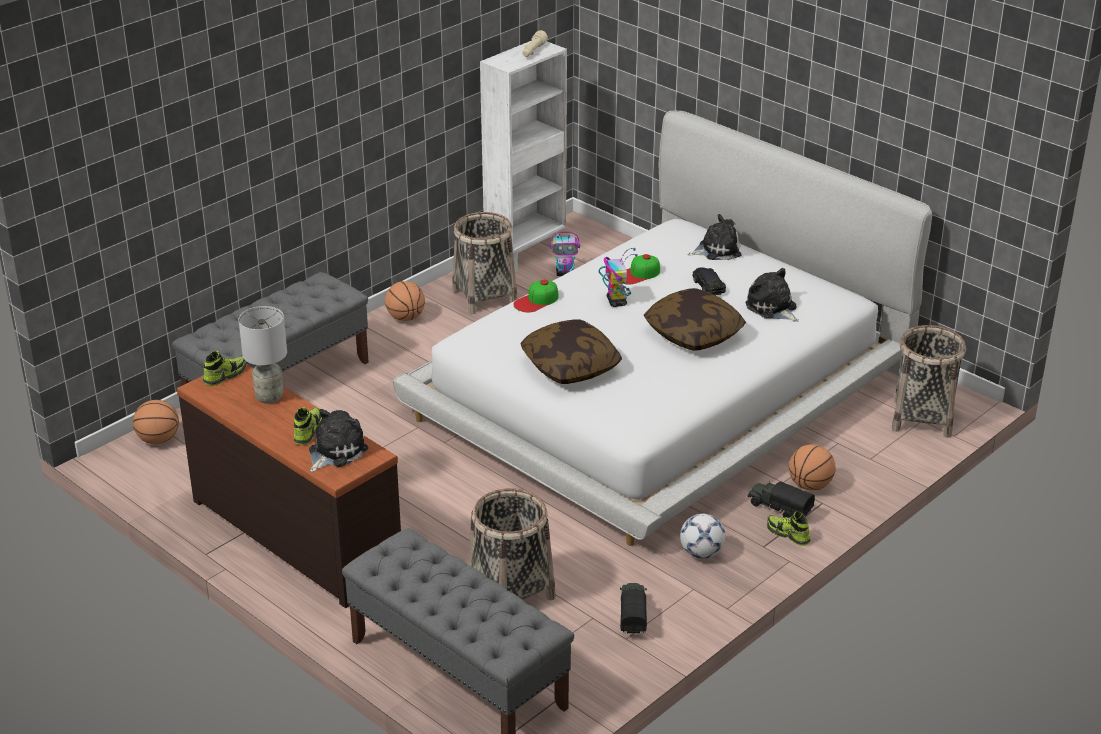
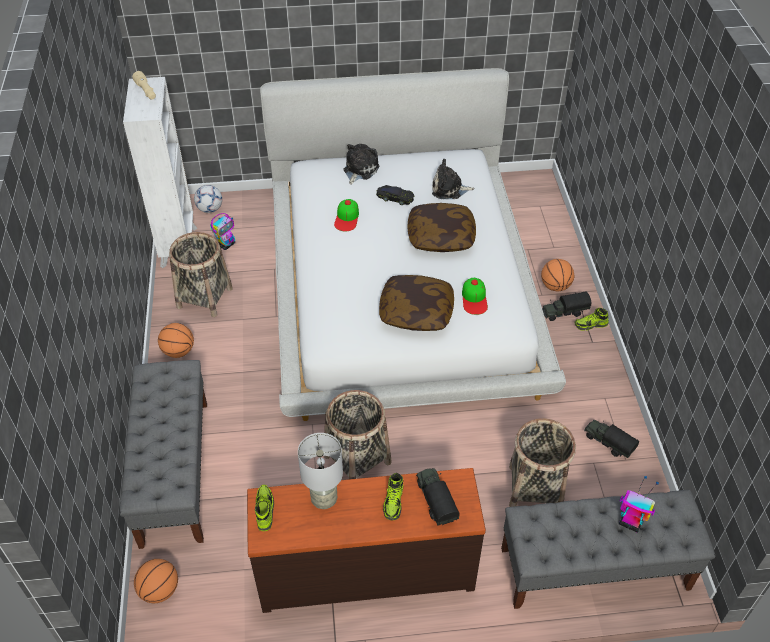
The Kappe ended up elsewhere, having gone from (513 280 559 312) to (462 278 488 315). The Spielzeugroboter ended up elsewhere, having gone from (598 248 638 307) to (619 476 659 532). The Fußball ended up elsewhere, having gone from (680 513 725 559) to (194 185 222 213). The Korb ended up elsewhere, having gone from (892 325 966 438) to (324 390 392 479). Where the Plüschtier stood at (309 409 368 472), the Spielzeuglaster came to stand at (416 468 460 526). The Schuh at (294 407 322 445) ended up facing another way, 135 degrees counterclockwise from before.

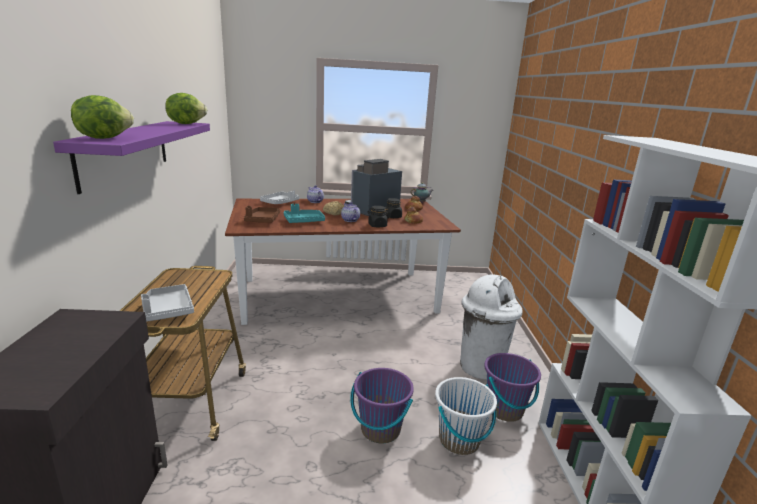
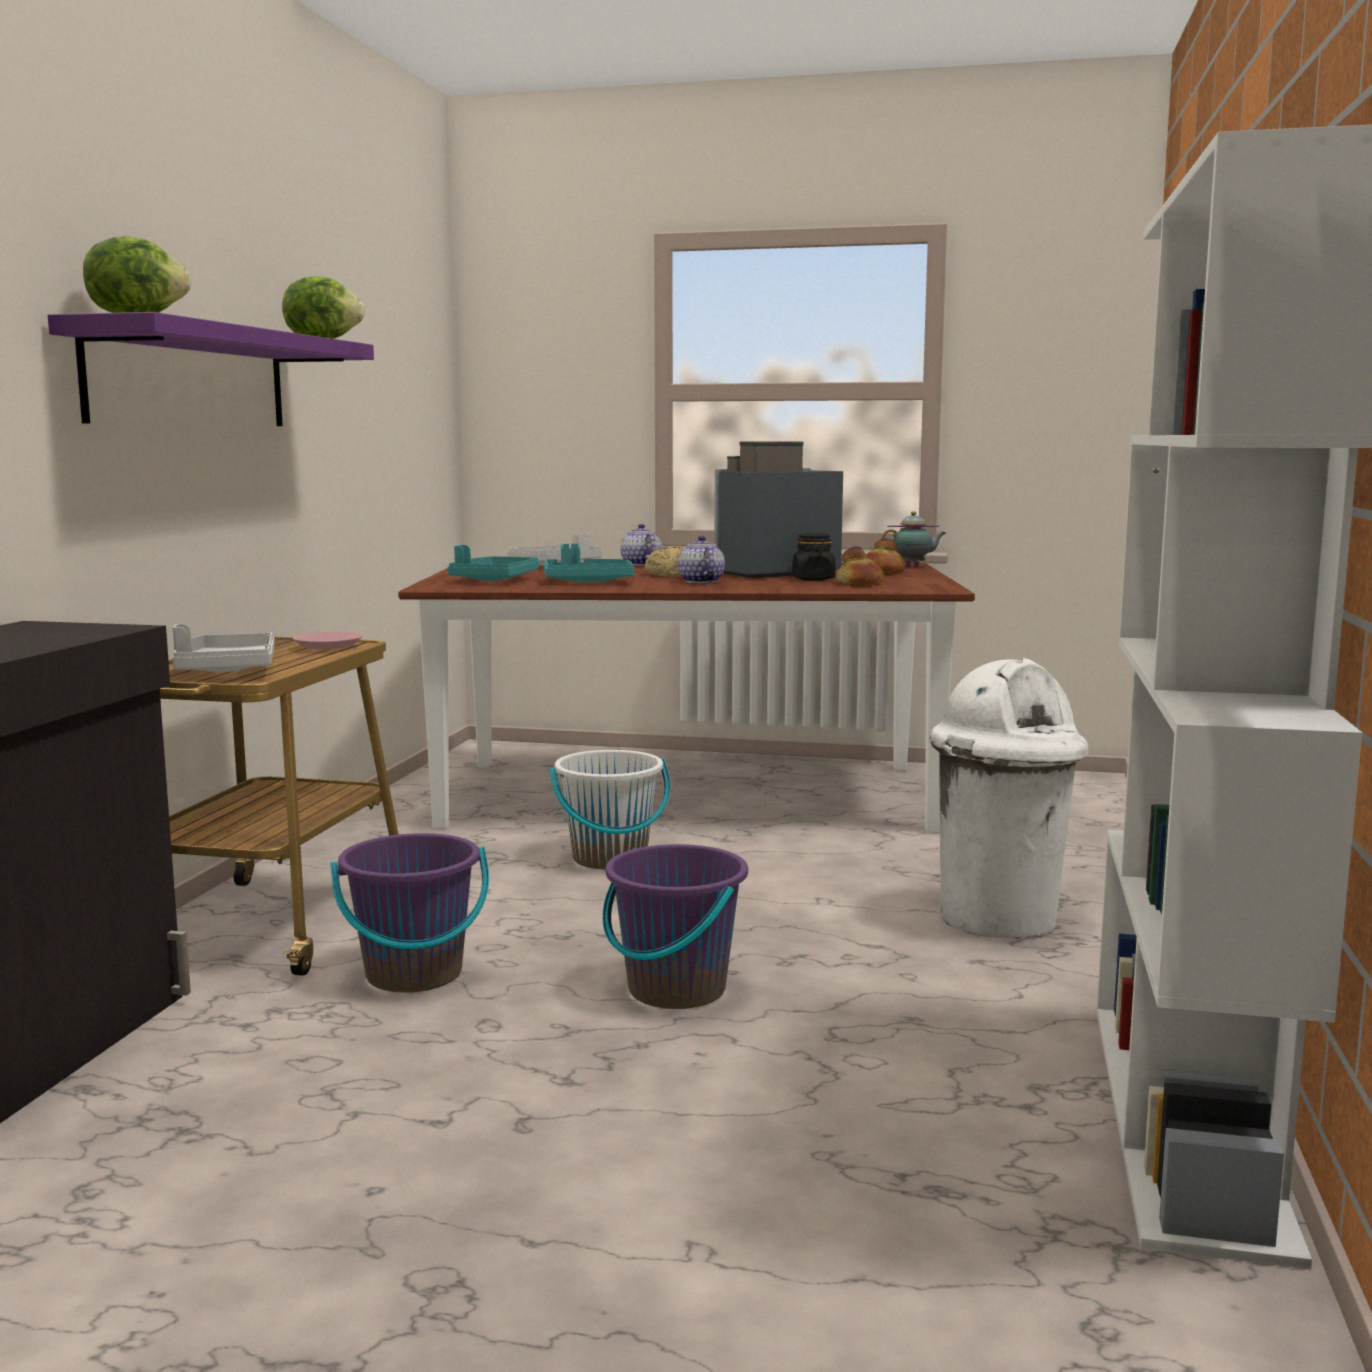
The second view lost the Vorratsglas (schwarz) at (367 206 389 227). The second view gained the Teller (rosa) at (293 631 363 649). The Eimer (weiß) ended up elsewhere, having gone from (435 377 497 455) to (550 750 670 870). The Eimer (lila) ended up elsewhere, having gone from (484 353 541 422) to (330 833 489 993). What was the Tablett (braun) at (244 206 280 223) turned into the Tablett (türkis) at (448 545 539 581).

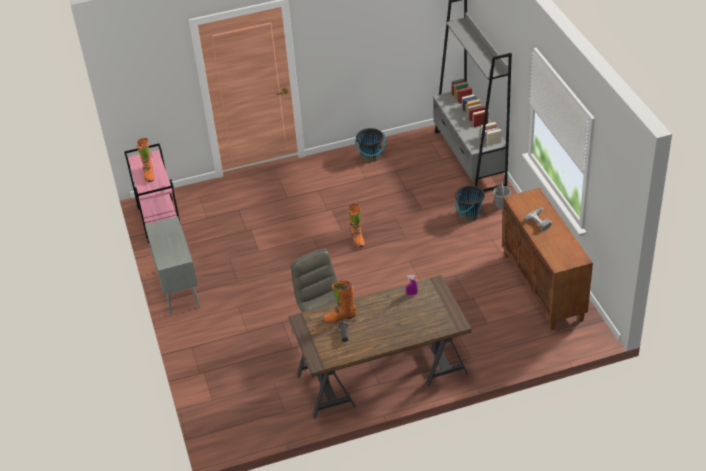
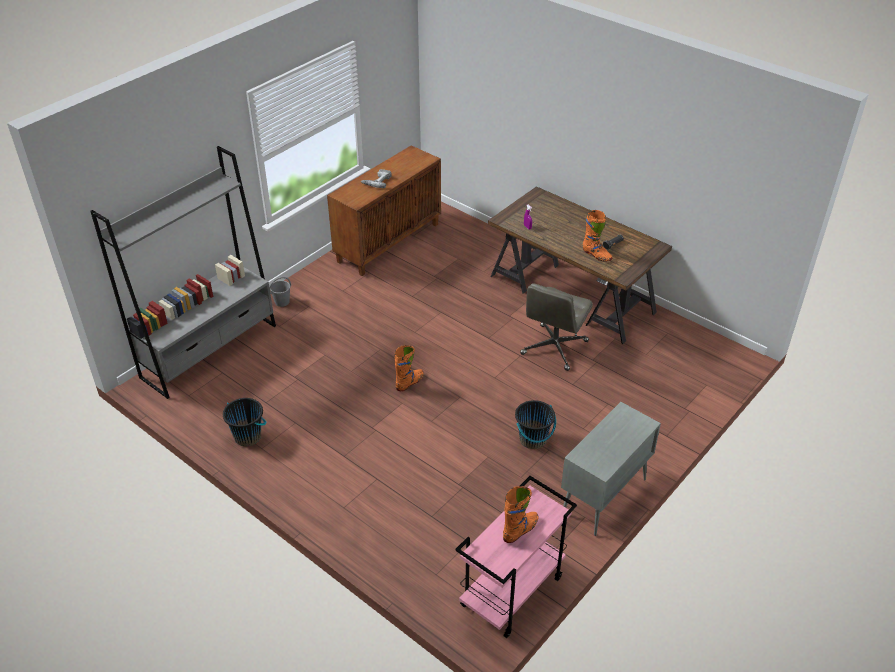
The Eimer (schwarz) ended up elsewhere, having gone from (455 185 485 222) to (515 400 556 449).

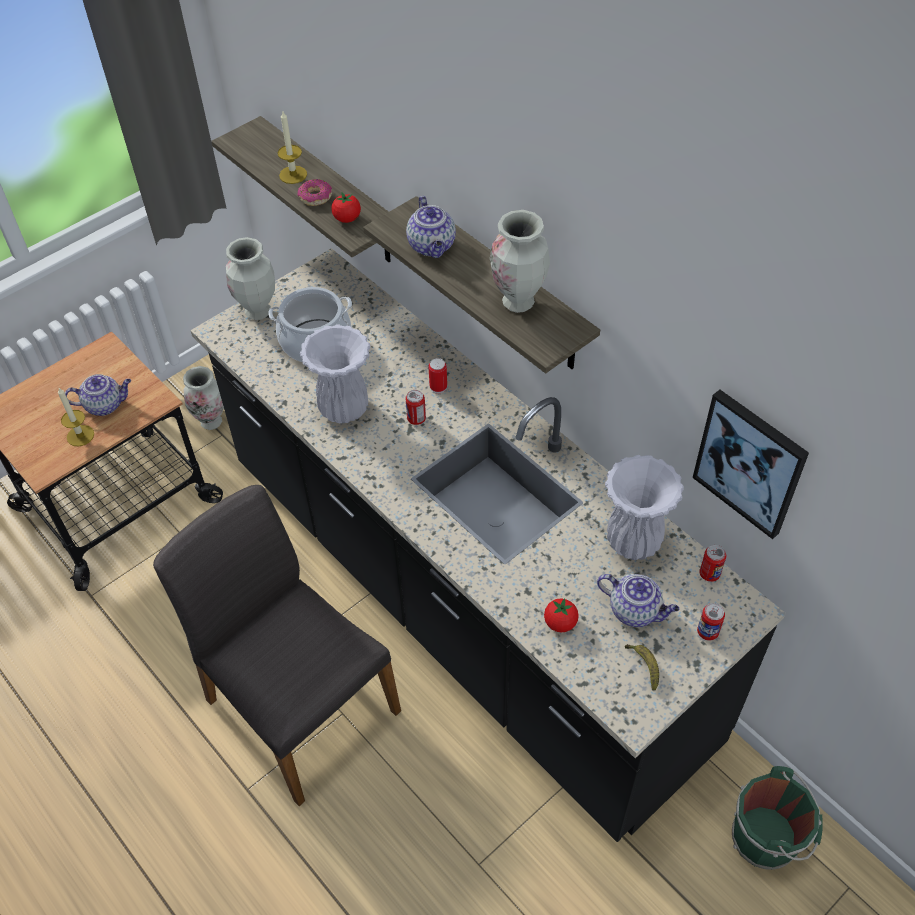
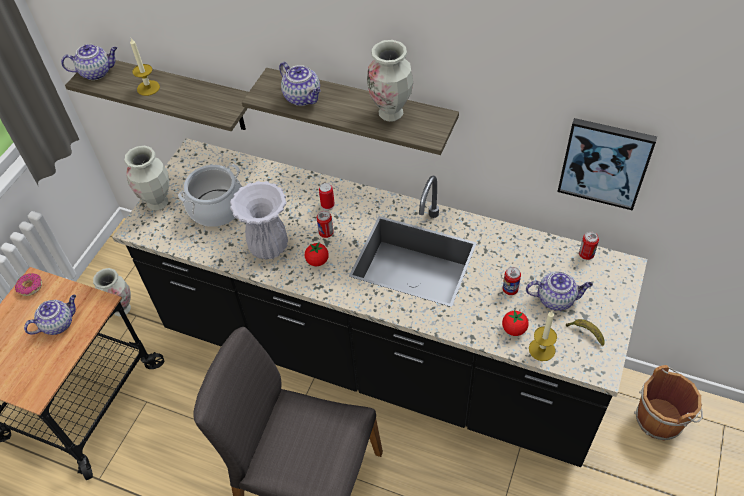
The second view lost the Vase (weiß) at (605 455 684 560). The second view gained the Teekanne at (61 44 117 80). The Kerze ended up elsewhere, having gone from (58 388 94 446) to (529 311 557 361). The Donut ended up elsewhere, having gone from (298 179 332 206) to (15 273 42 296). The Tomate ended up elsewhere, having gone from (331 193 361 223) to (305 242 329 266). The Dose ended up elsewhere, having gone from (697 603 725 641) to (503 267 521 295). What was the Eimer (grün) at (732 766 823 870) turned into the Eimer (braun) at (634 365 703 441).

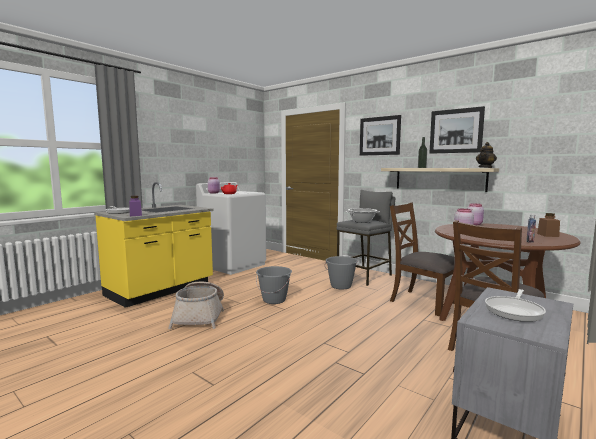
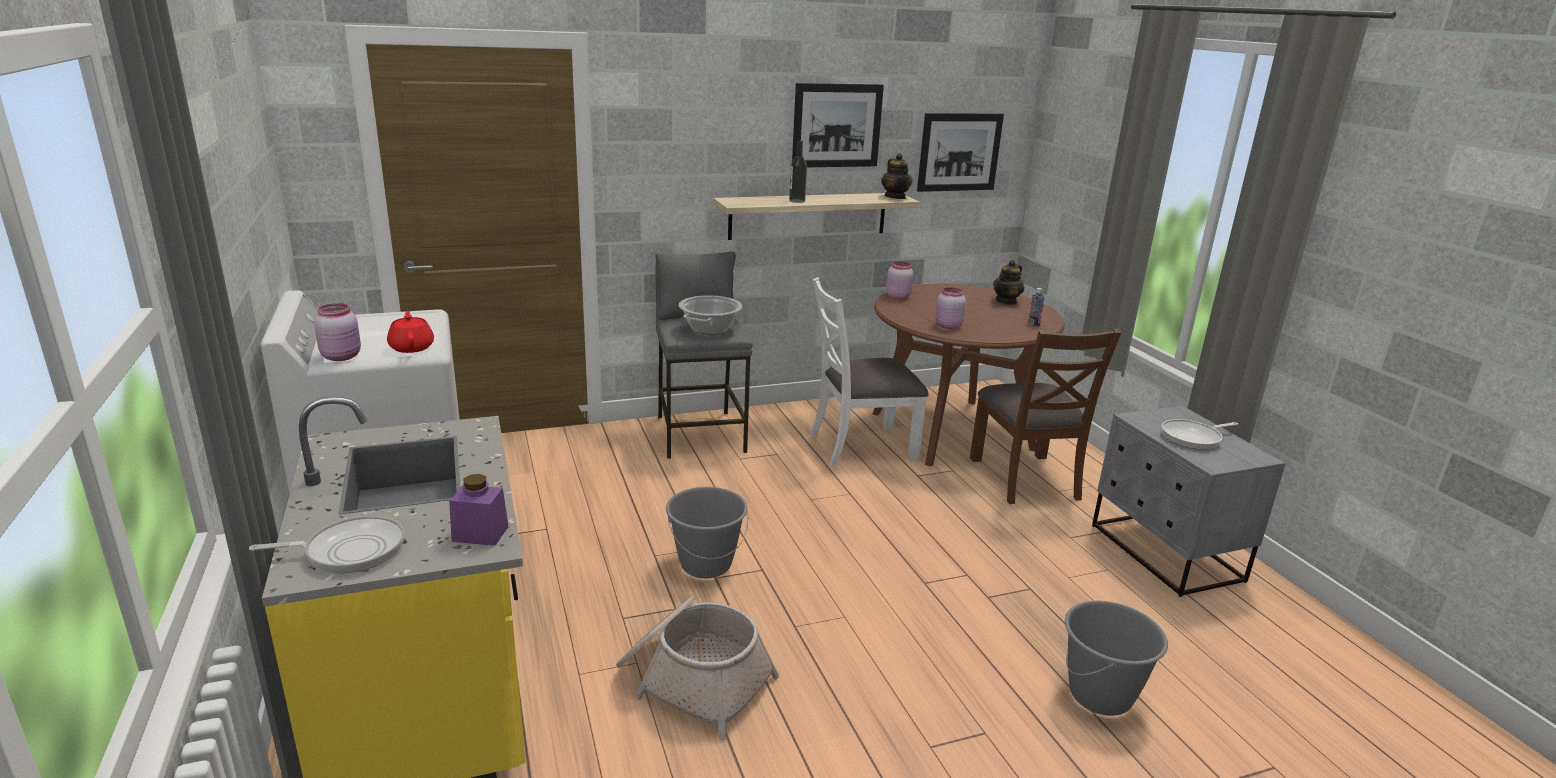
The Eimer (grau) ended up elsewhere, having gone from (325 256 358 289) to (1065 601 1168 716). The Bild ended up elsewhere, having gone from (360 115 401 156) to (917 113 1004 192). Where the Vorratsglas (braun) stood at (537 213 560 237), the Teekanne came to stand at (993 260 1024 305). What was the Stuhl (braun) at (390 202 455 317) turned into the Stuhl (weiß) at (810 277 929 467). The Pfanne at (485 289 546 322) ended up facing another way, 90 degrees clockwise from before.

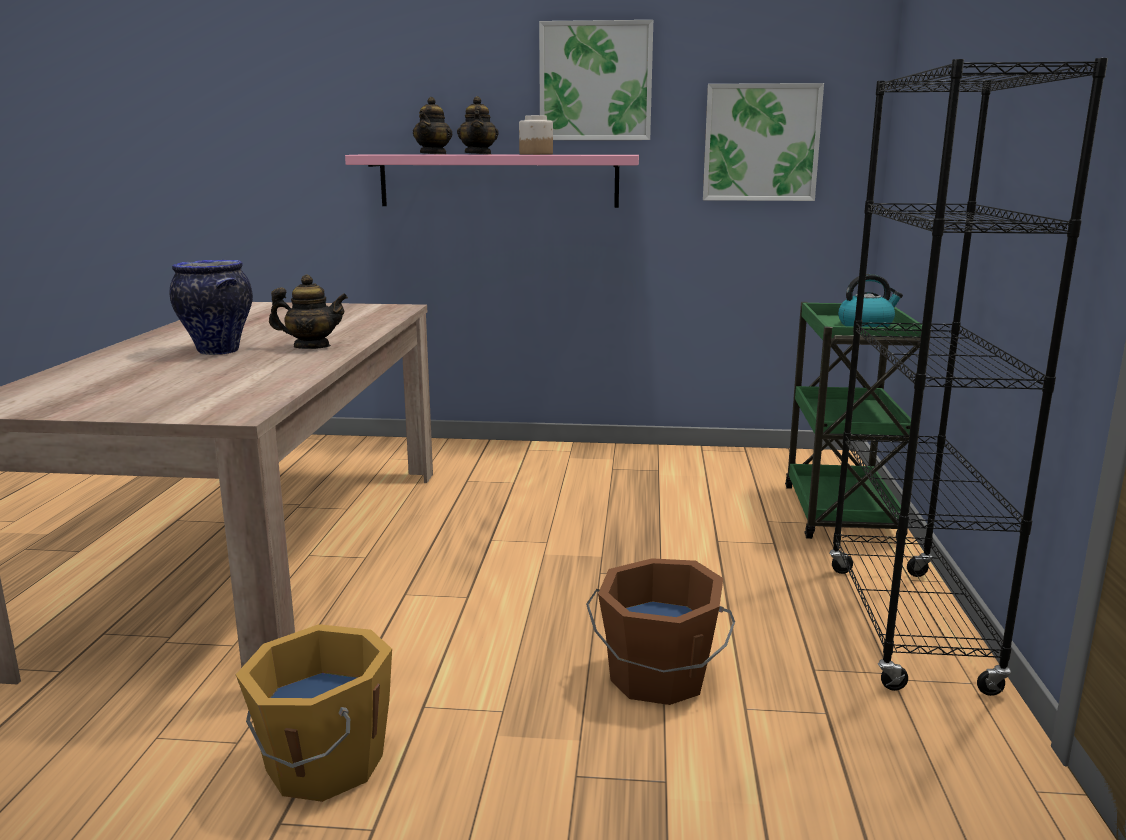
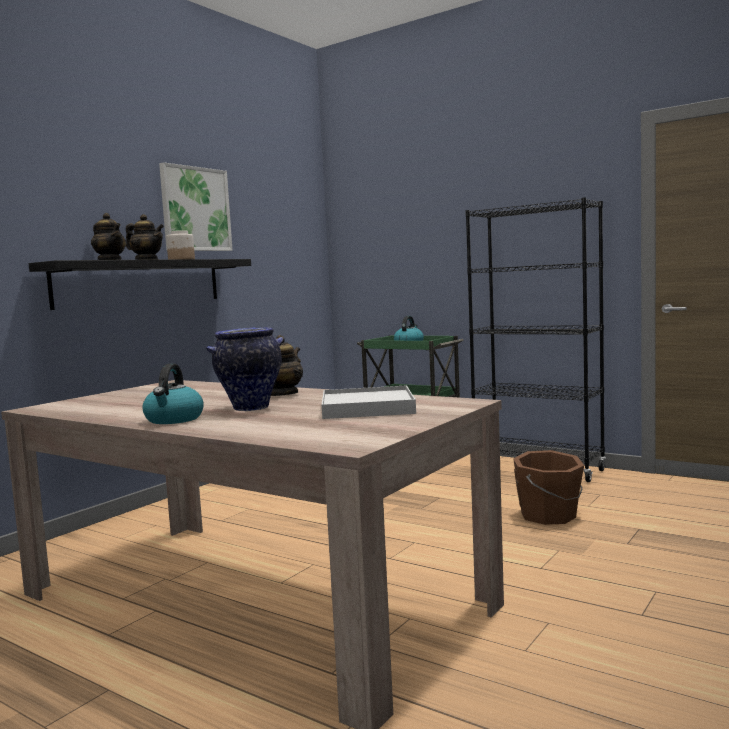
The second view lost the Eimer (orange) at (236 624 392 802). The second view lost the Bild at (703 83 824 201). The second view gained the Wasserkessel at (143 363 204 424). The second view gained the Tablett (weiß) at (322 385 416 419). What was the Wandregal (rosa) at (345 154 639 208) turned into the Wandregal (schwarz) at (29 259 251 310).

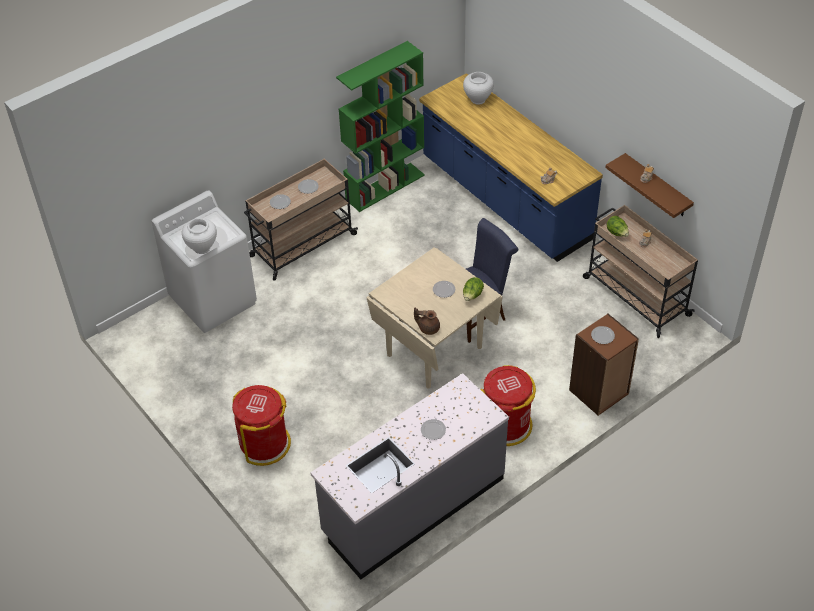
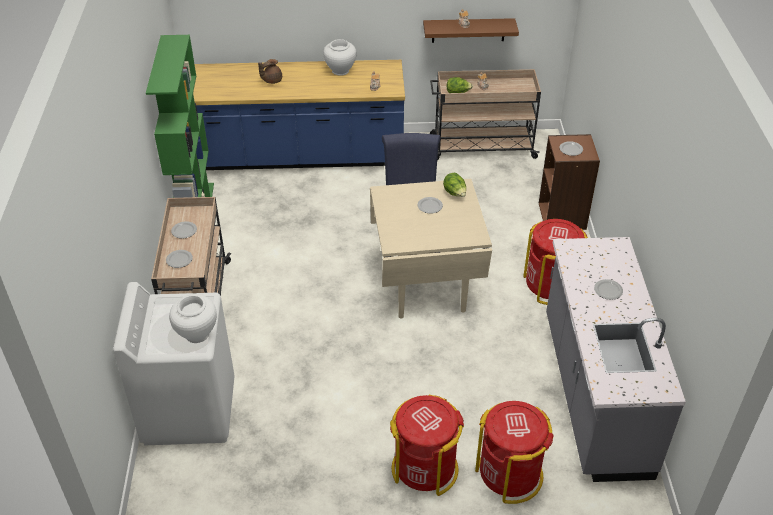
The second view gained the Mülleimer (rot) at (475 401 554 504). The Teekanne (braun) ended up elsewhere, having gone from (414 307 440 335) to (258 59 282 84). The Vase (weiß) ended up elsewhere, having gone from (463 72 494 105) to (323 39 356 76).

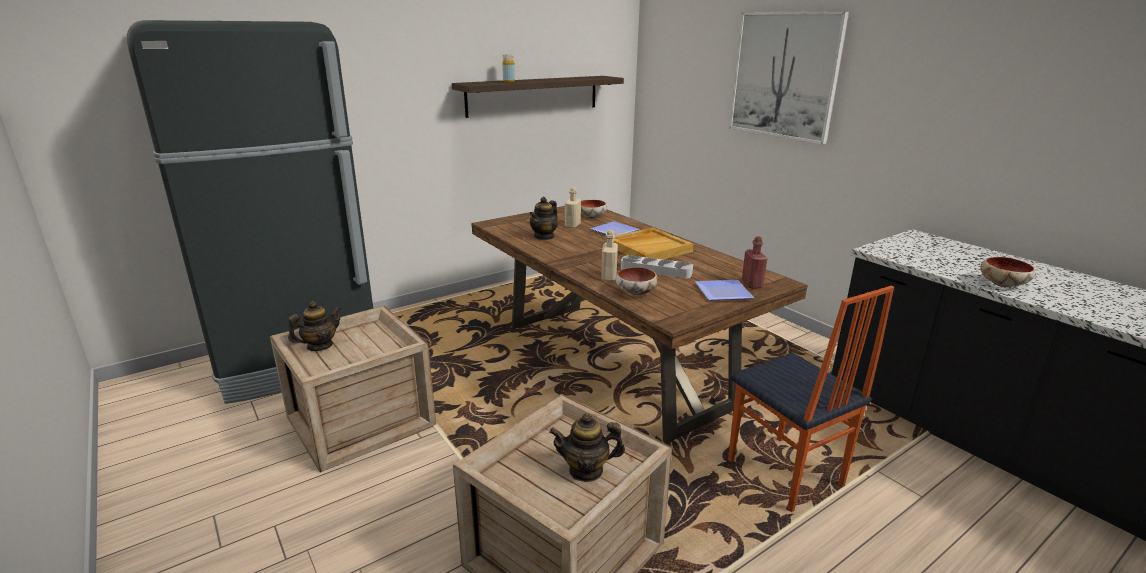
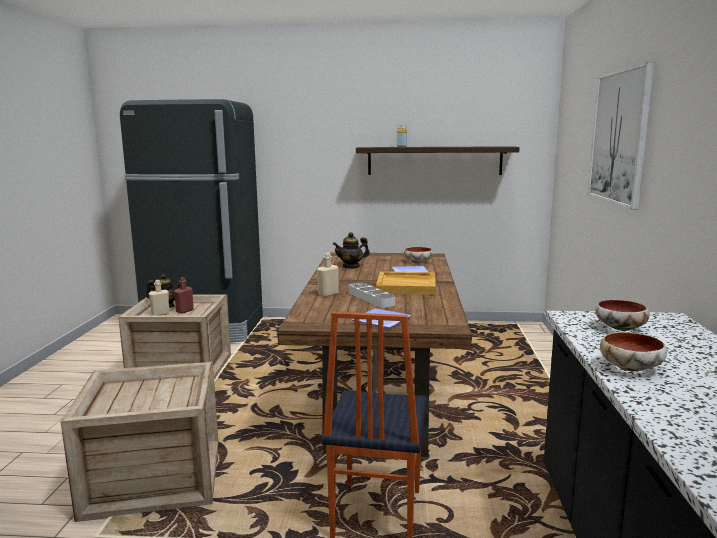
The second view lost the Teekanne at (549 413 625 482). The Flasche (beige) ended up elsewhere, having gone from (565 187 581 228) to (149 280 170 315). The Schüssel ended up elsewhere, having gone from (616 267 658 295) to (595 300 650 331). The Flasche (rot) ended up elsewhere, having gone from (742 236 768 289) to (174 277 194 314).

